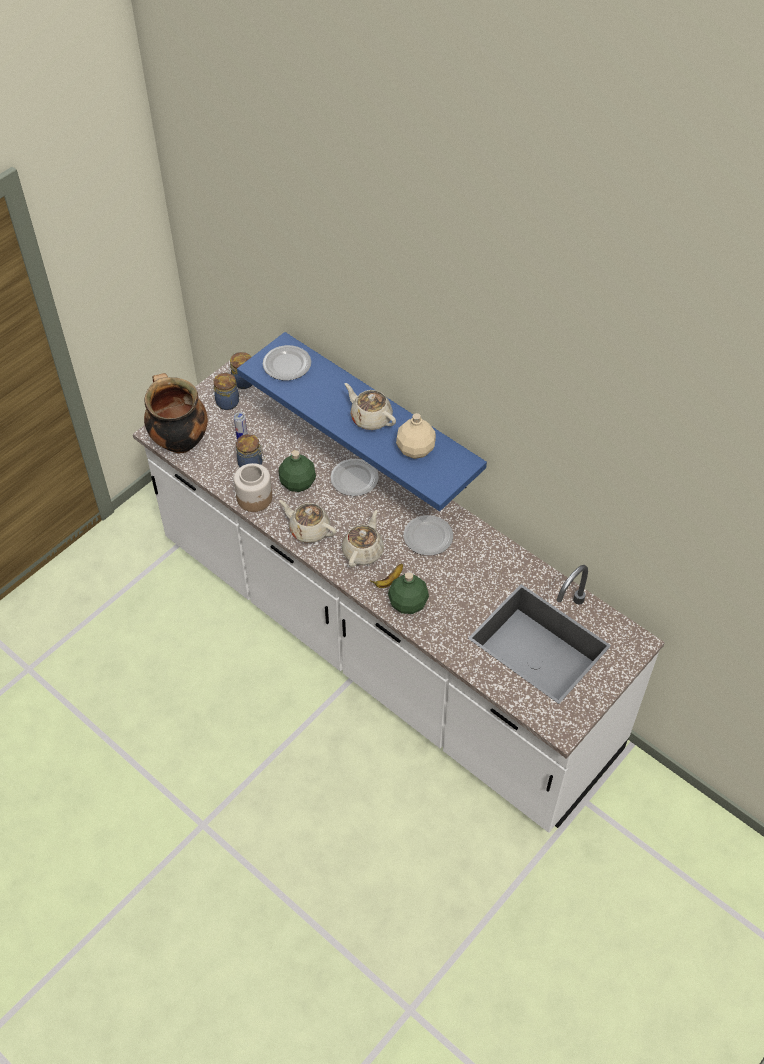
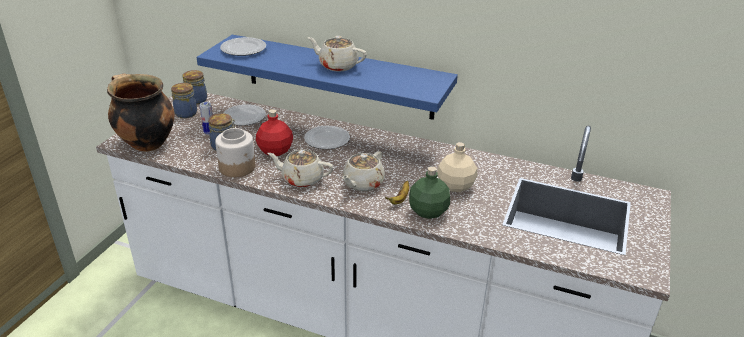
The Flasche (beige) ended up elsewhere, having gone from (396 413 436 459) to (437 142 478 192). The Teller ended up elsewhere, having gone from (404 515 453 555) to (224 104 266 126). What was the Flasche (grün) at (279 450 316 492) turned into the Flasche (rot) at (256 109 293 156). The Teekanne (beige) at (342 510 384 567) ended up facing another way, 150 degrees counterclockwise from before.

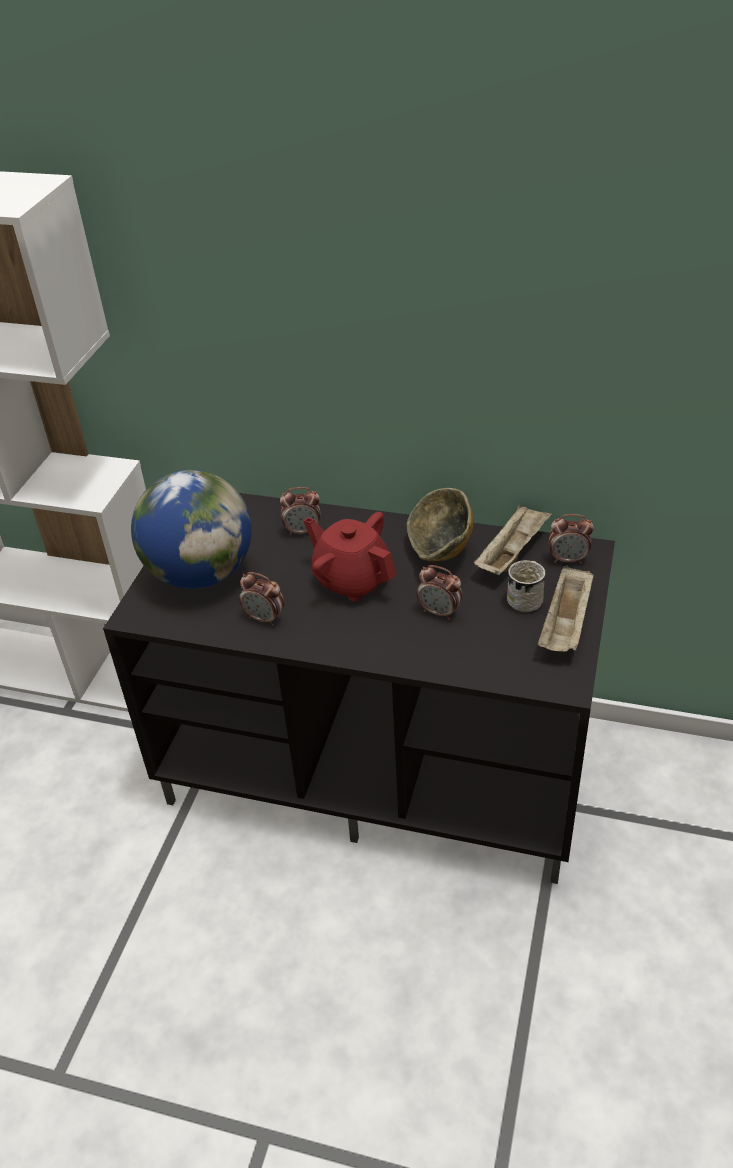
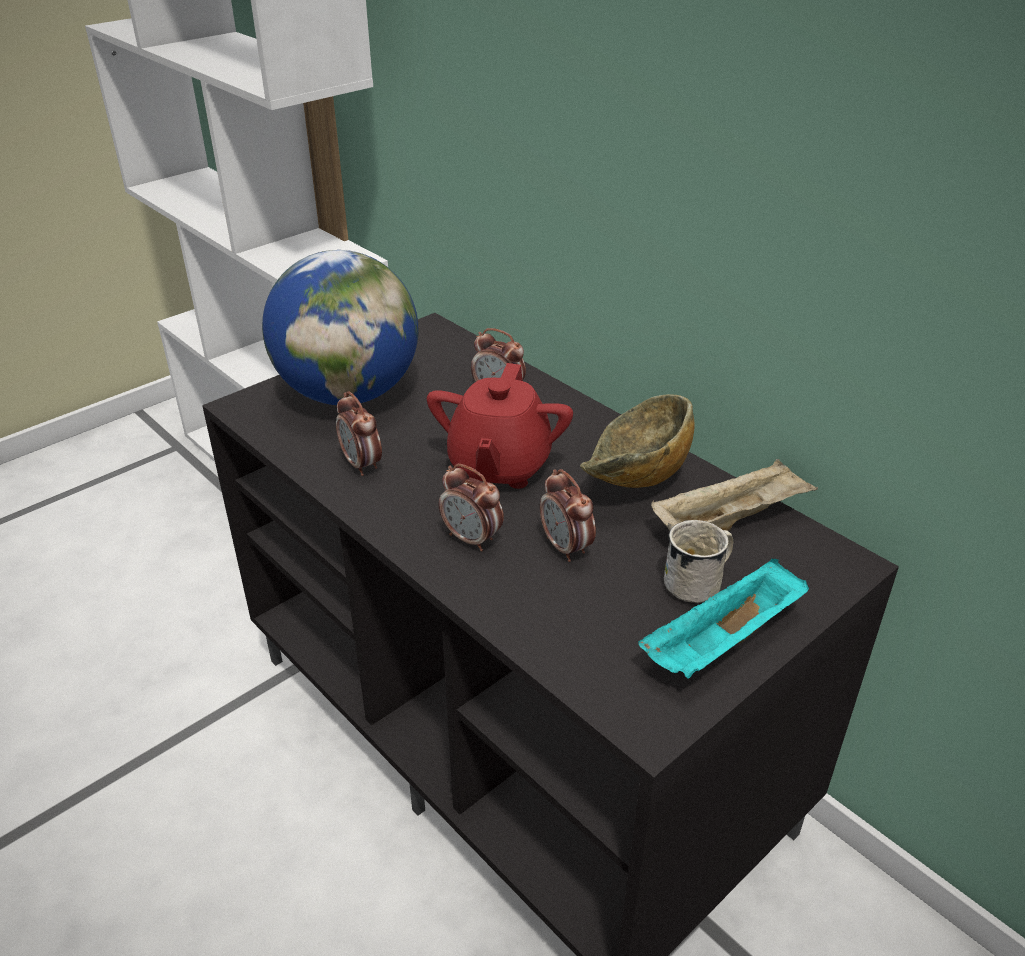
The Wecker ended up elsewhere, having gone from (549 514 594 564) to (439 464 504 552). What was the Tablett (beige) at (538 565 594 652) turned into the Tablett (türkis) at (638 559 809 678). The Teekanne (rot) at (304 512 397 601) ended up facing another way, 150 degrees counterclockwise from before.

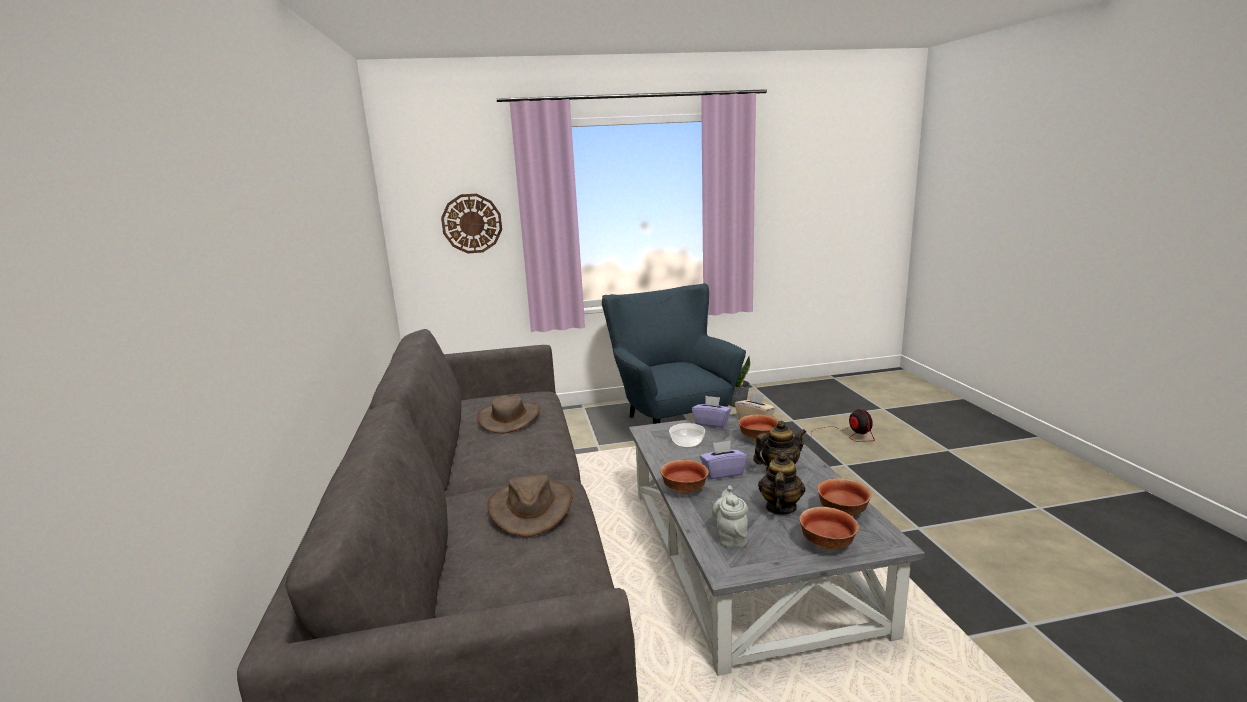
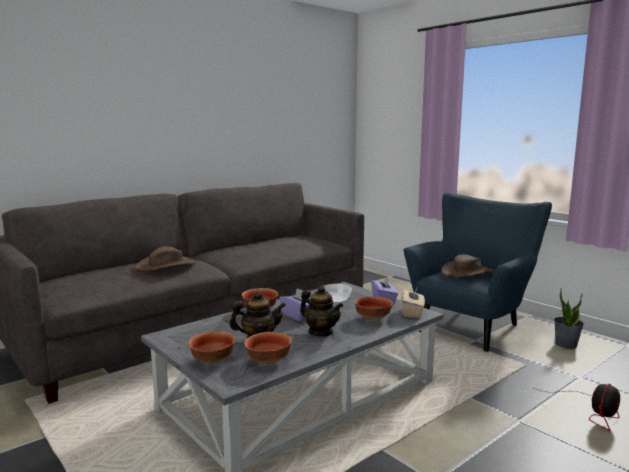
The second view lost the Wanduhr at (441 194 502 254). The second view lost the Teekanne (grau) at (712 486 748 548). The Hut (braun) ended up elsewhere, having gone from (477 396 540 434) to (441 255 495 277).

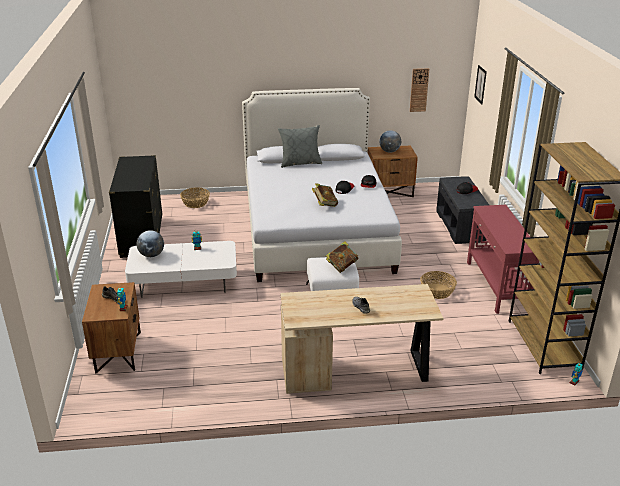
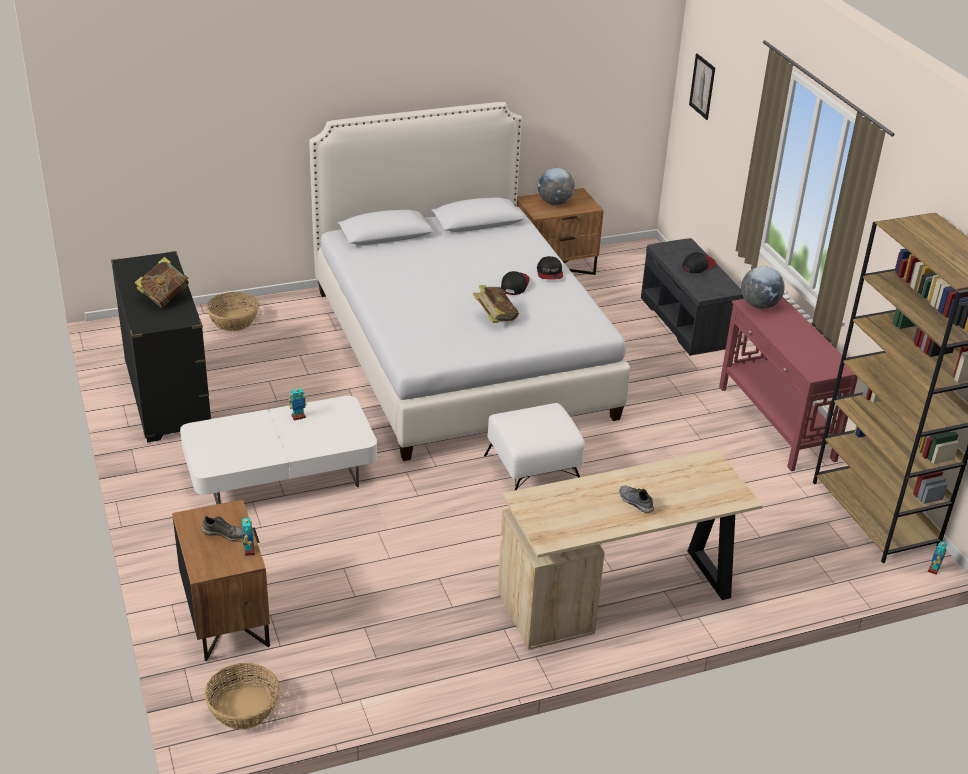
The second view lost the Kissen (grau) at (278 125 322 168). The second view lost the Wanduhr at (410 68 429 112). The Globus ended up elsewhere, having gone from (137 230 164 257) to (741 266 785 309). The Buch ended up elsewhere, having gone from (325 241 359 273) to (135 257 189 308). The Korb ended up elsewhere, having gone from (420 271 457 299) to (204 663 280 729).

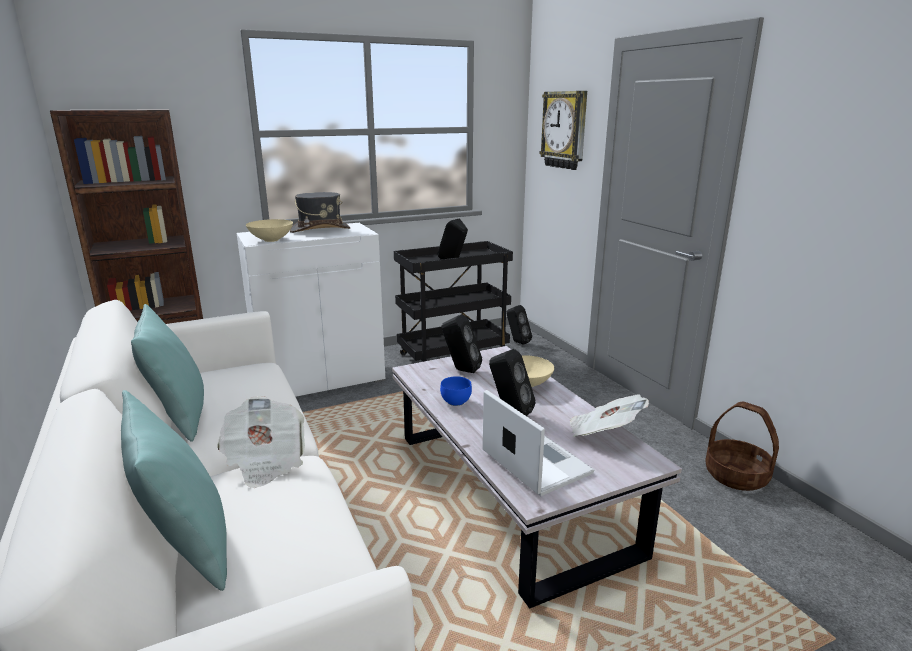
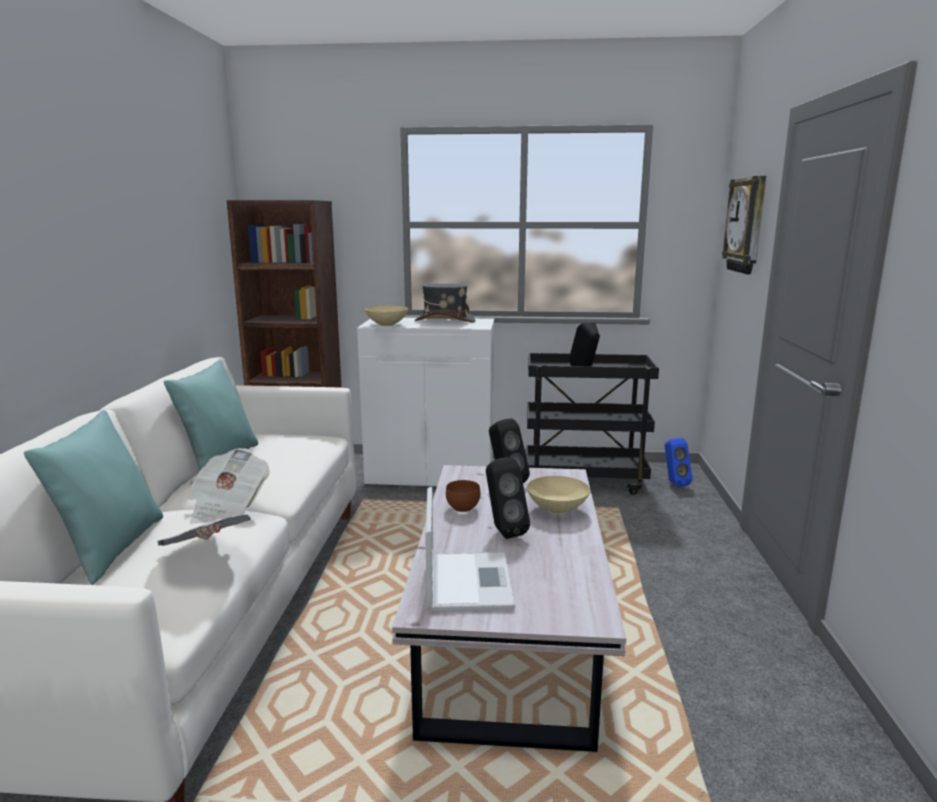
The second view lost the Korb at (705 402 779 491). The Zeitung ended up elsewhere, having gone from (570 394 649 437) to (158 515 251 546). What was the Schüssel (blau) at (440 376 472 406) turned into the Schüssel (braun) at (446 480 480 512). What was the Lautsprecher (schwarz) at (506 305 532 345) turned into the Lautsprecher (blau) at (665 438 693 487).

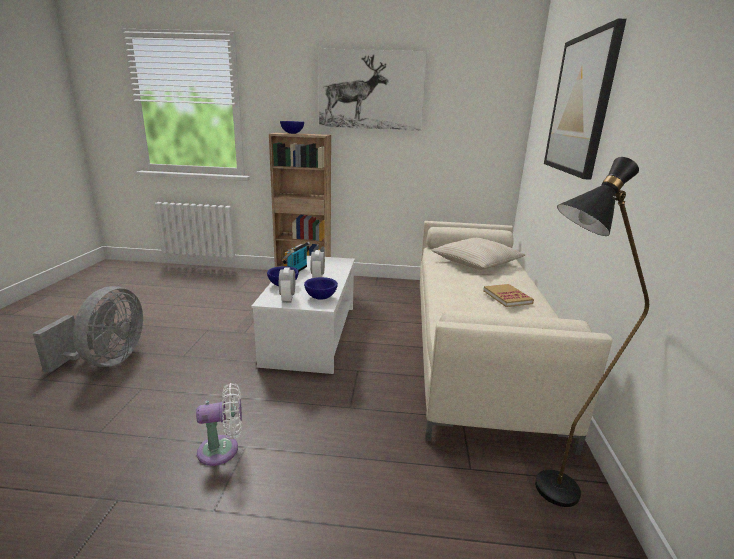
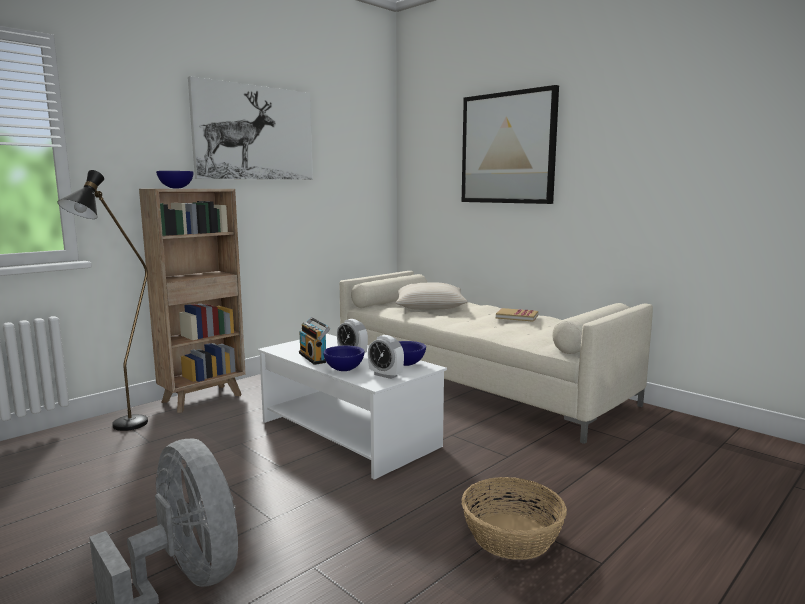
The Stehlampe (schwarz) ended up elsewhere, having gone from (535 157 649 507) to (58 170 148 431). Where the Ventilator (weiß) stood at (196 383 242 466), the Korb came to stand at (461 477 567 560).

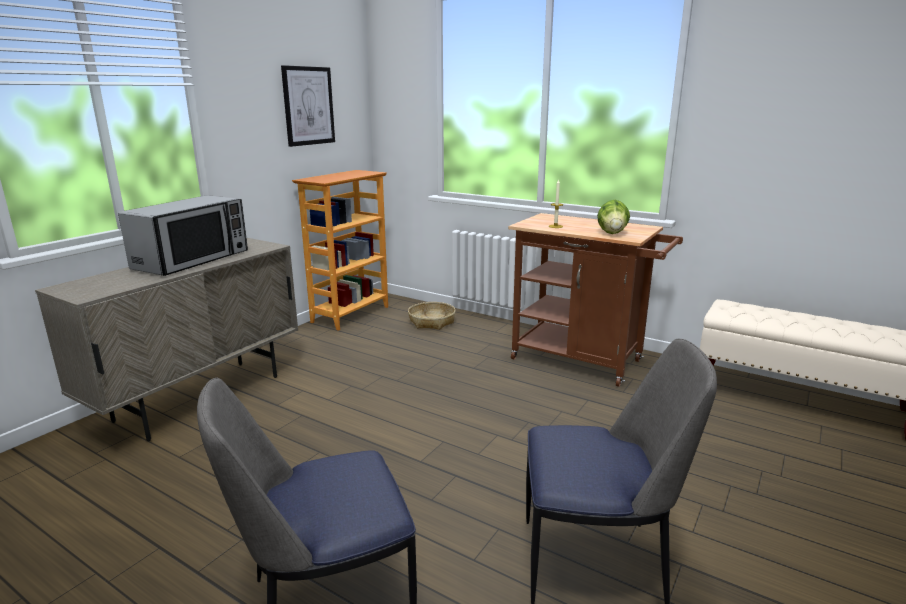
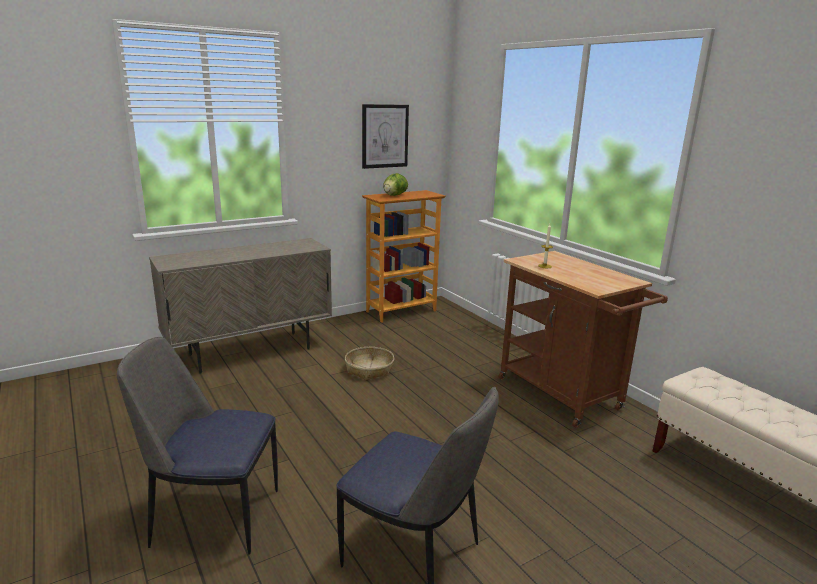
The second view lost the Mikrowelle at (118 195 248 276). The Korb ended up elsewhere, having gone from (408 302 456 330) to (345 347 394 380). The Salatkopf ended up elsewhere, having gone from (597 200 630 234) to (383 173 408 196).

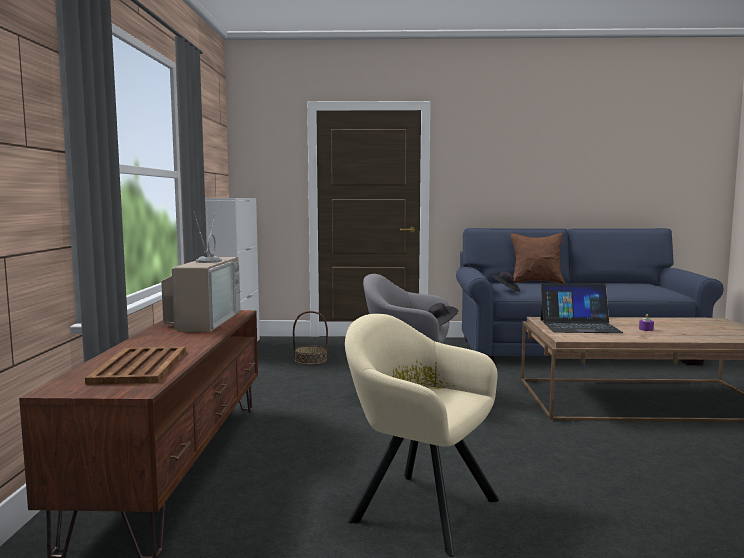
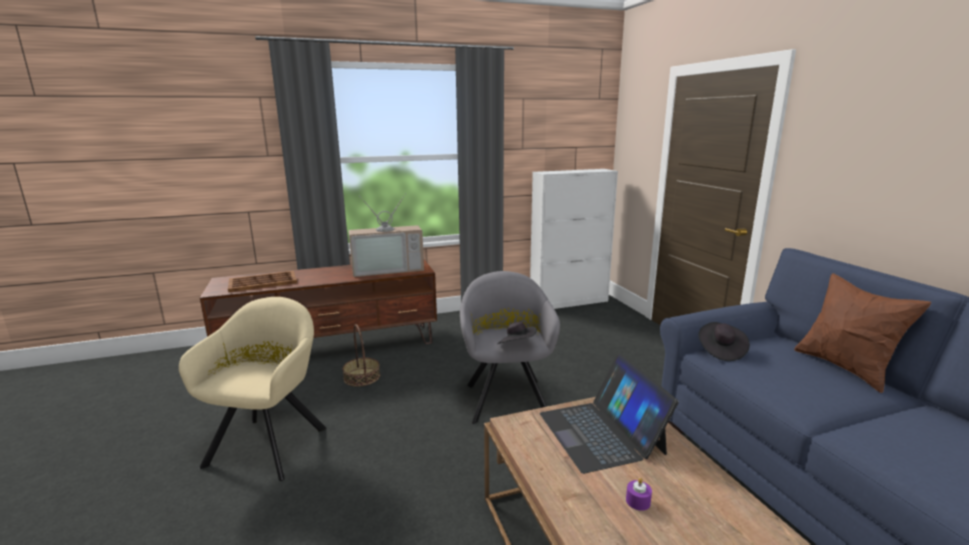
The Korb ended up elsewhere, having gone from (293 311 328 365) to (342 324 380 386).

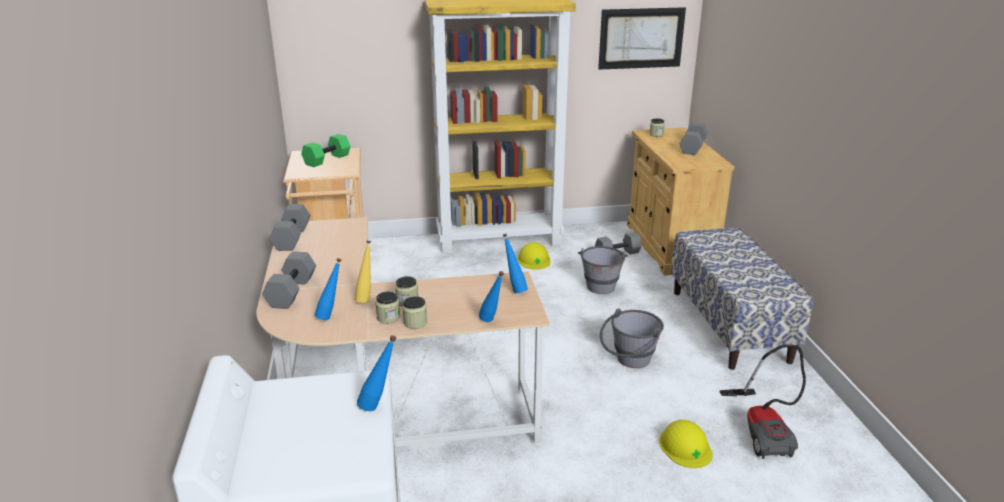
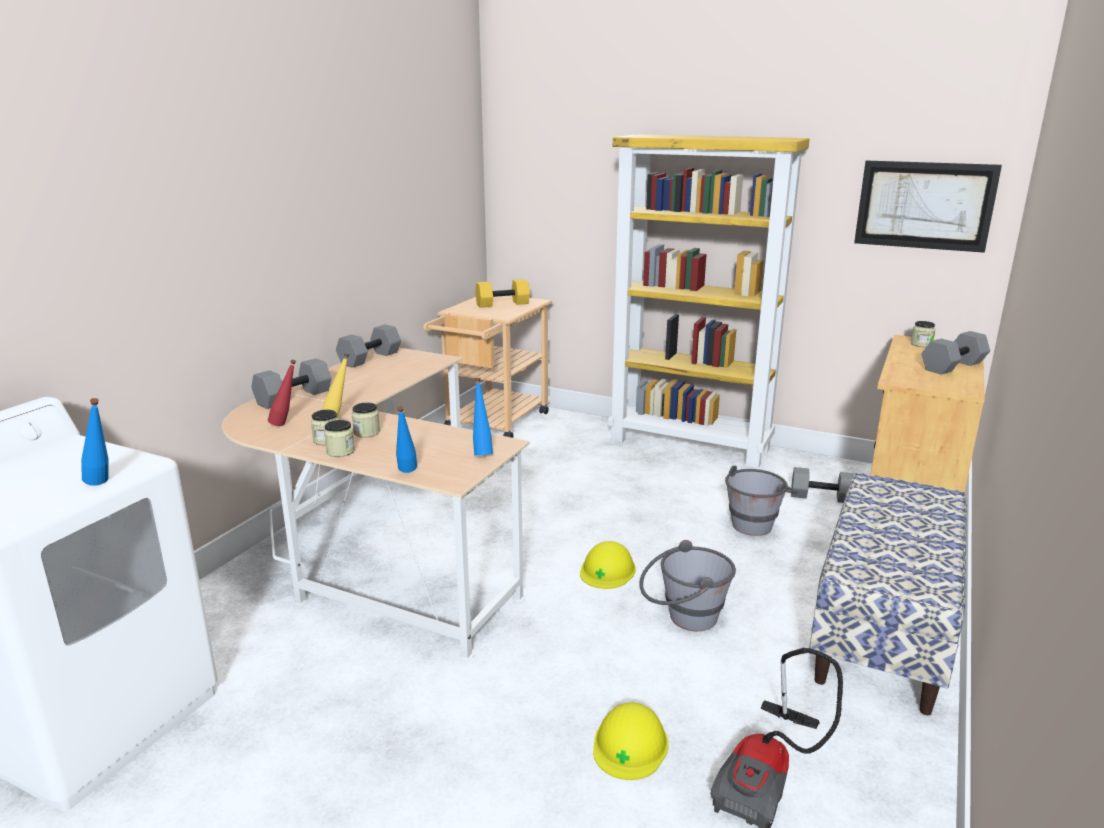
The Schutzhelm (gelb) ended up elsewhere, having gone from (517 242 551 270) to (580 541 636 589). What was the Hantel (grün) at (301 134 351 167) turned into the Hantel (gelb) at (475 279 530 308). What was the Flasche (blau) at (315 258 341 320) turned into the Flasche (rot) at (268 360 296 426).

